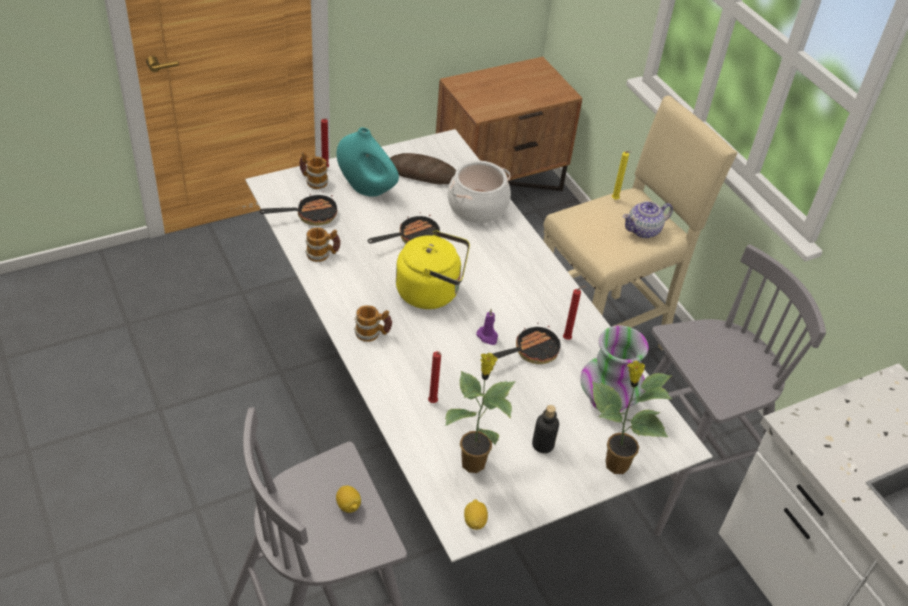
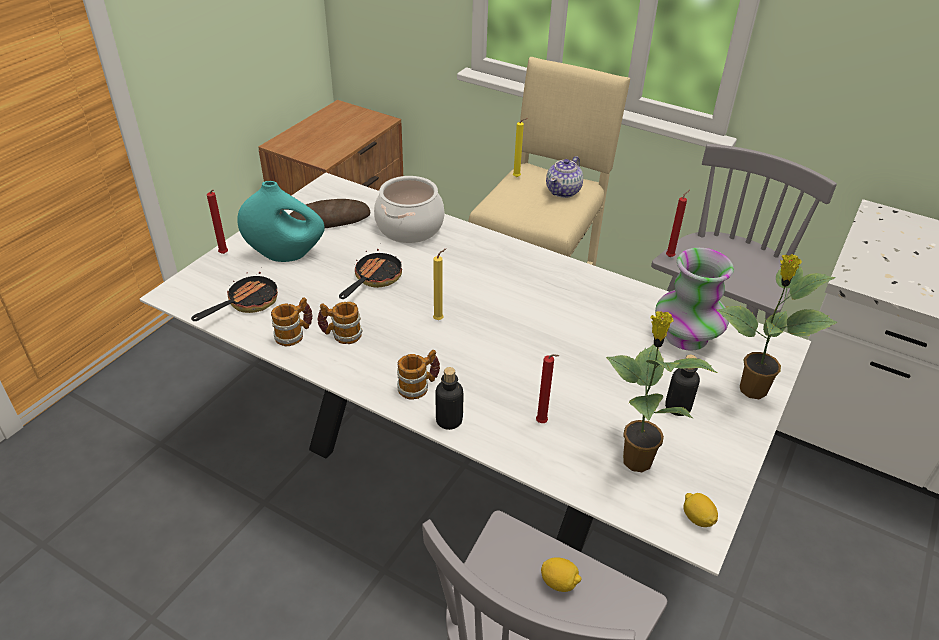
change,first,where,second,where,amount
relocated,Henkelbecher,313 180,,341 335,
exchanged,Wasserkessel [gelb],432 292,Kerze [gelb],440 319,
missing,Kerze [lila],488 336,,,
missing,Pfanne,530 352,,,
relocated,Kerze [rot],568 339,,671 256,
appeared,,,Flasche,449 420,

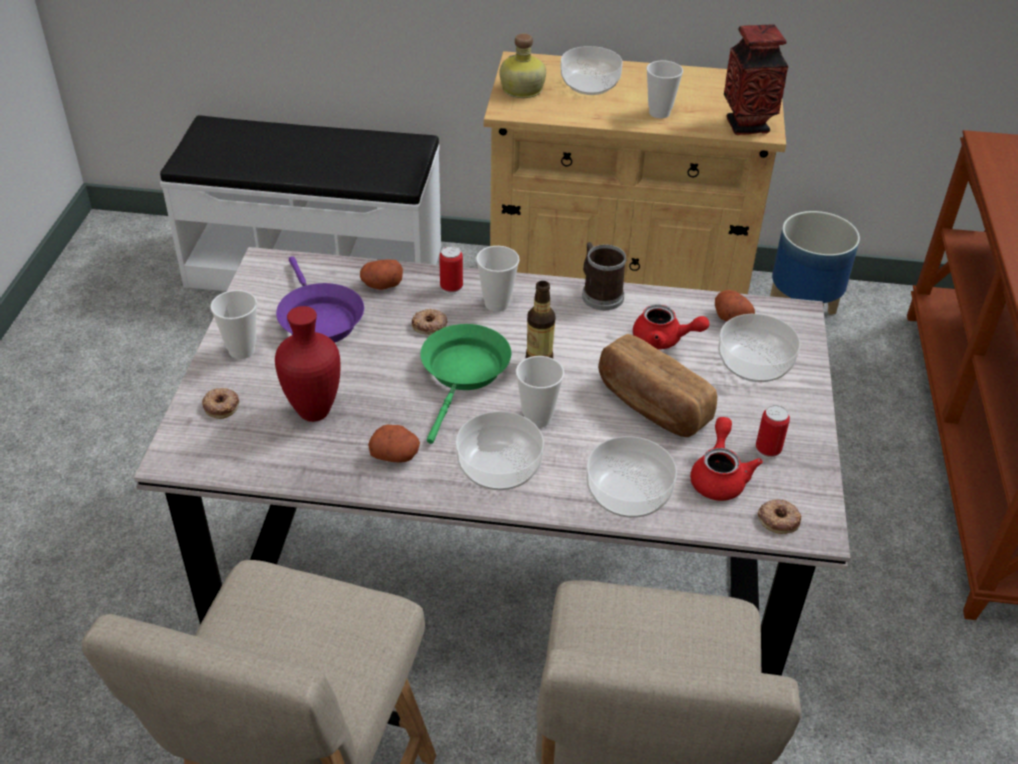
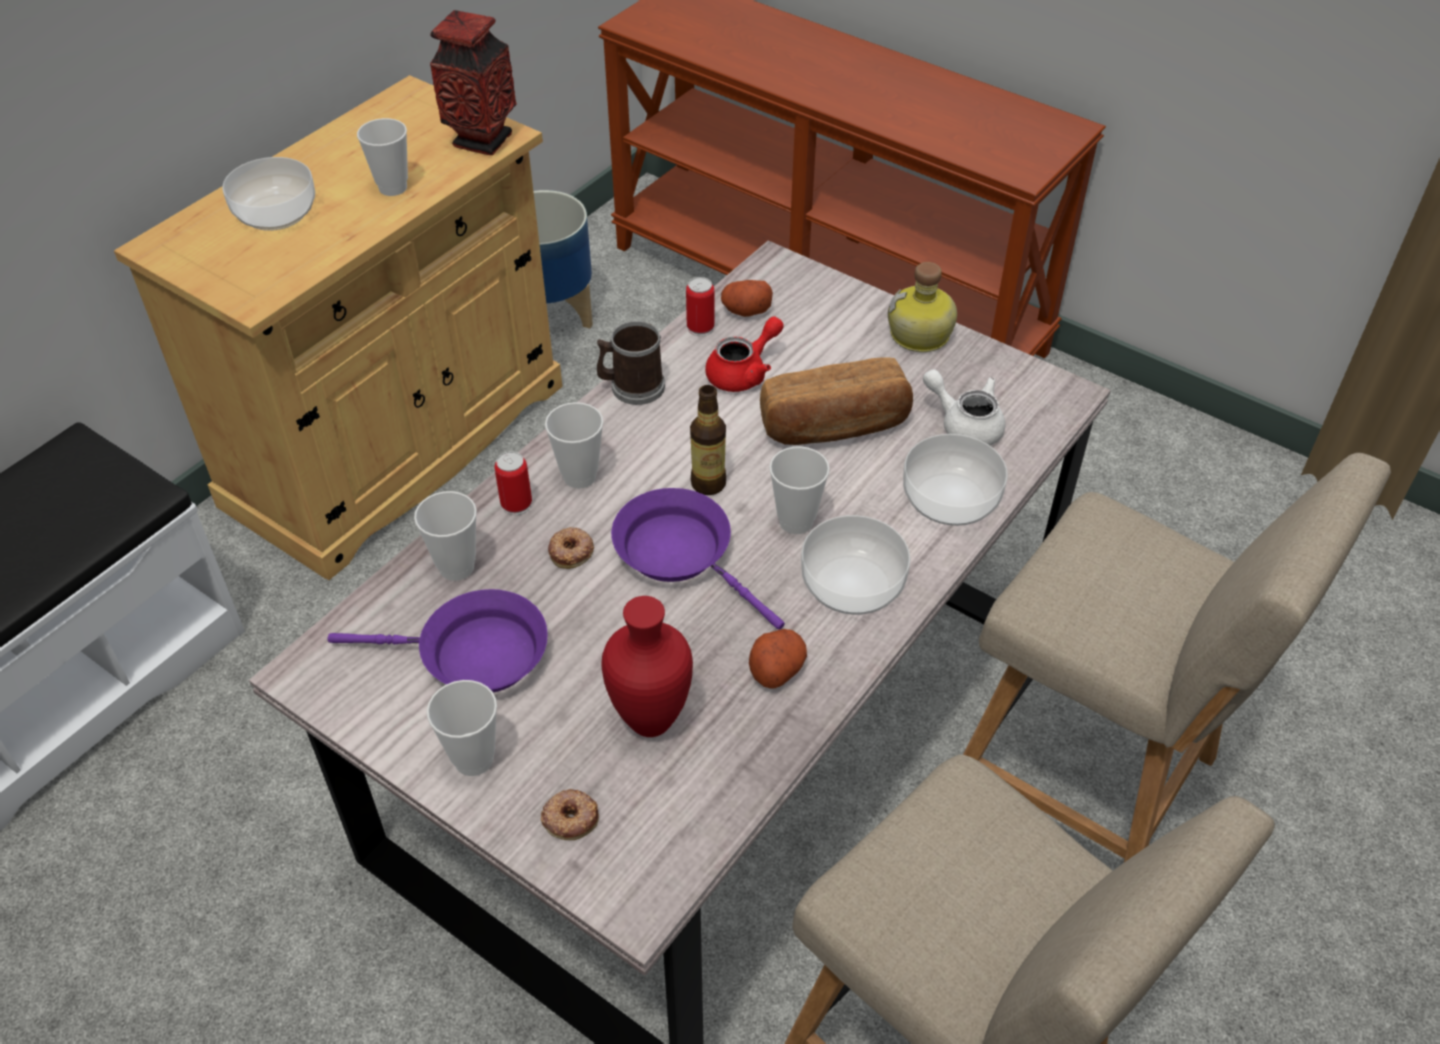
change,first,where,second,where,amount
exchanged,Kartoffel,381 285,Tasse,456 567,
colour,Pfanne [grün],464 374,Pfanne [lila],681 554,
relocated,Flasche,521 90,,920 336,
colour,Teekanne [rot],719 476,Teekanne [weiß],965 424,
missing,Schüssel,755 364,,,
relocated,Dose,768 449,,700 327,
missing,Donut,778 519,,,

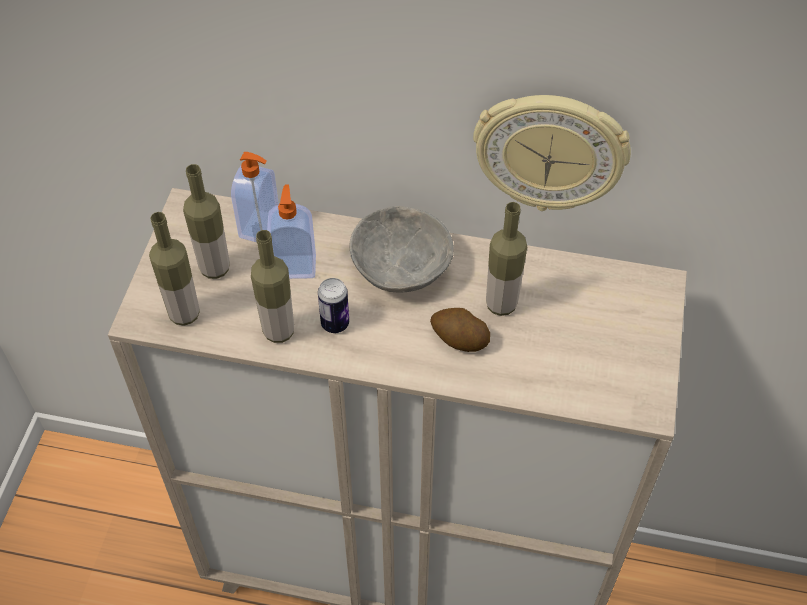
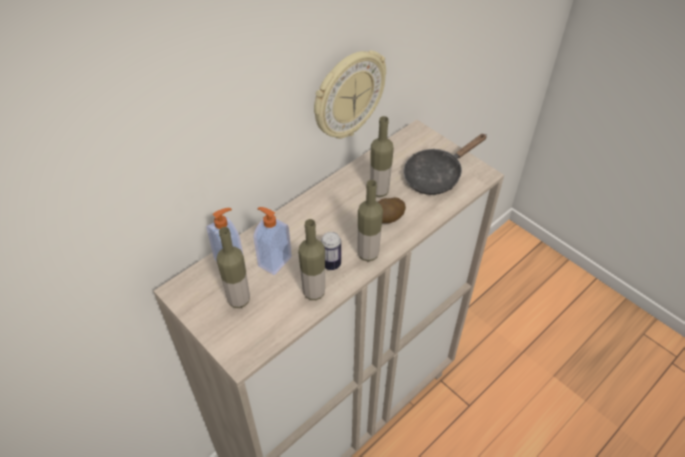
change,first,where,second,where,amount
relocated,Flasche,184 314,,368 254,
missing,Schüssel [grau],399 267,,,
appeared,,,Pfanne [schwarz],436 175,

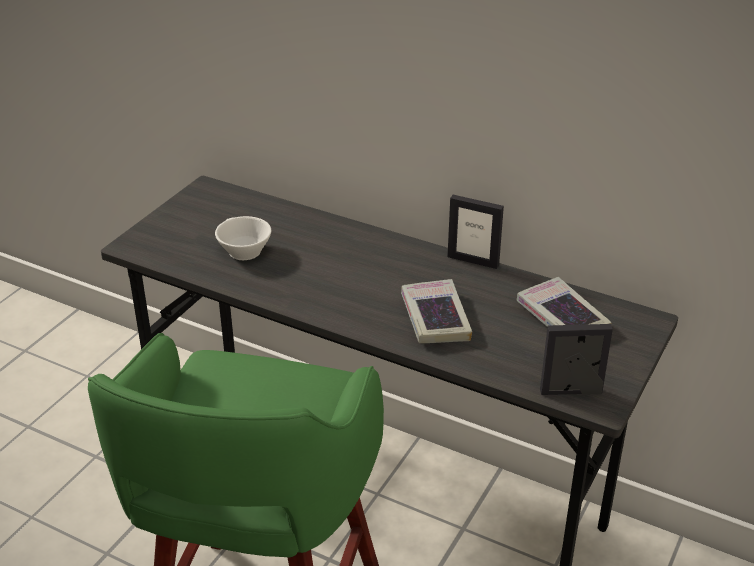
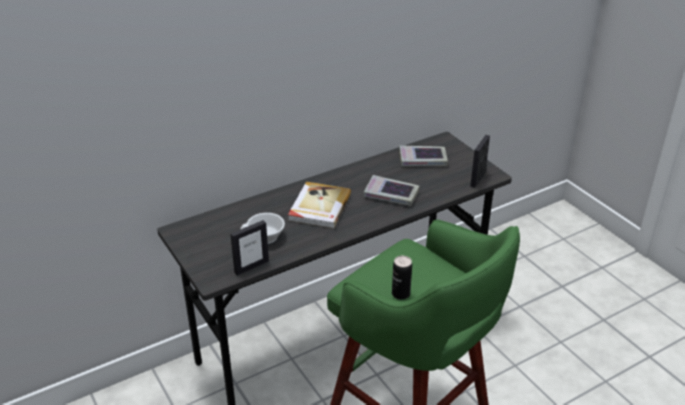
change,first,where,second,where,amount
relocated,Bilderrahmen,473 260,,251 266,
appeared,,,Buch,318 207,
appeared,,,Dose,401 294,

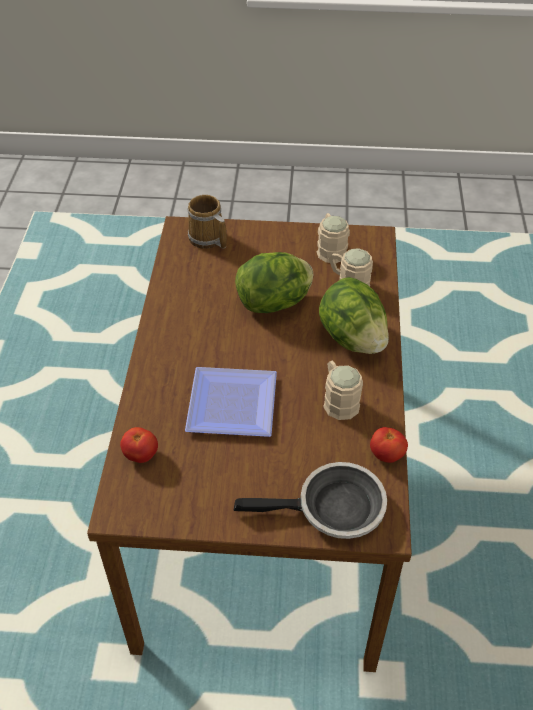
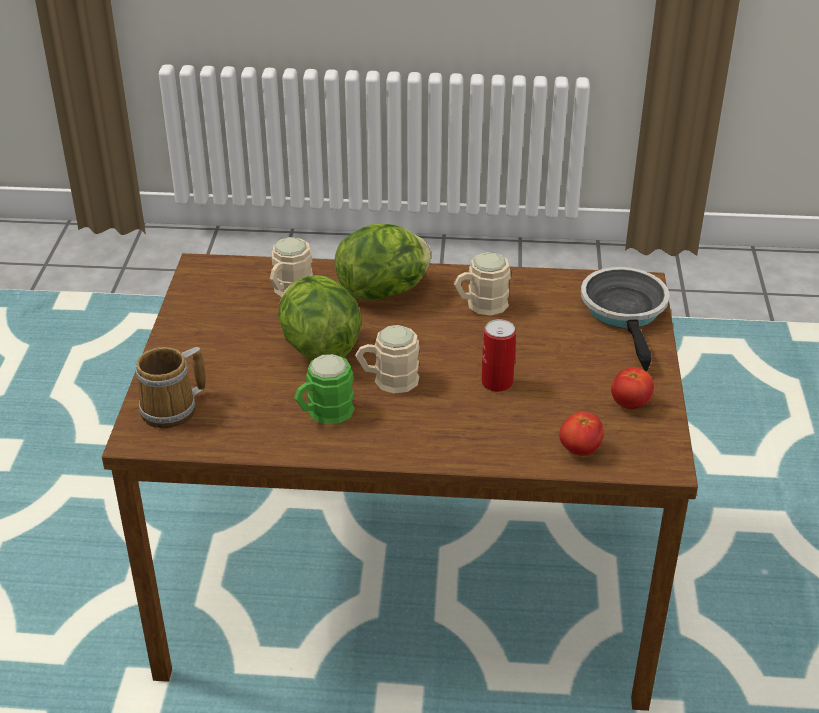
change,first,where,second,where,amount
exchanged,Teller,229 406,Dose,497 382,
relocated,Henkelbecher [beige],330 249,,388 380,
relocated,Tomate,386 455,,630 403,
appeared,,,Henkelbecher [grün],323 413,

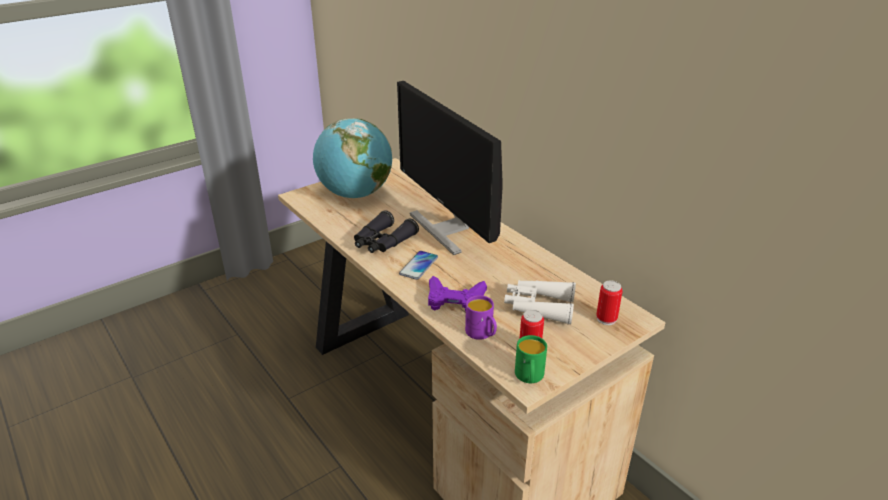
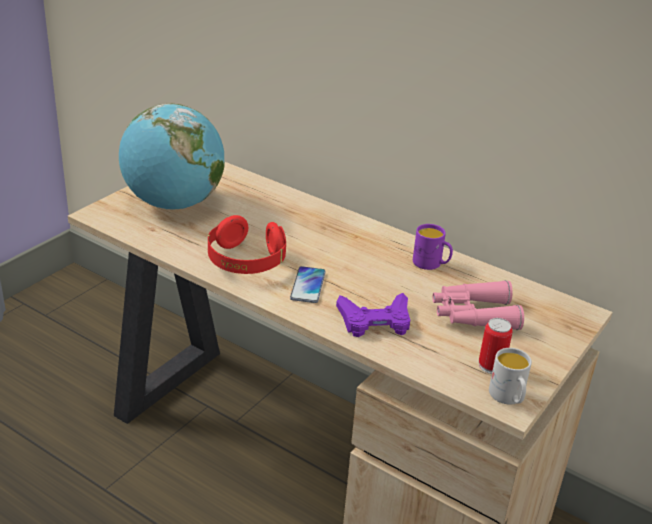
change,first,where,second,where,amount
exchanged,Fernglas [schwarz],383 242,Kopfhörer [rot],246 261,
missing,Monitor,446 228,,,
relocated,Henkelbecher [lila],482 334,,431 264,
colour,Fernglas [weiß],538 307,Fernglas [rosa],473 315,
colour,Henkelbecher [grün],529 377,Henkelbecher [weiß],508 398,
missing,Dose,606 319,,,

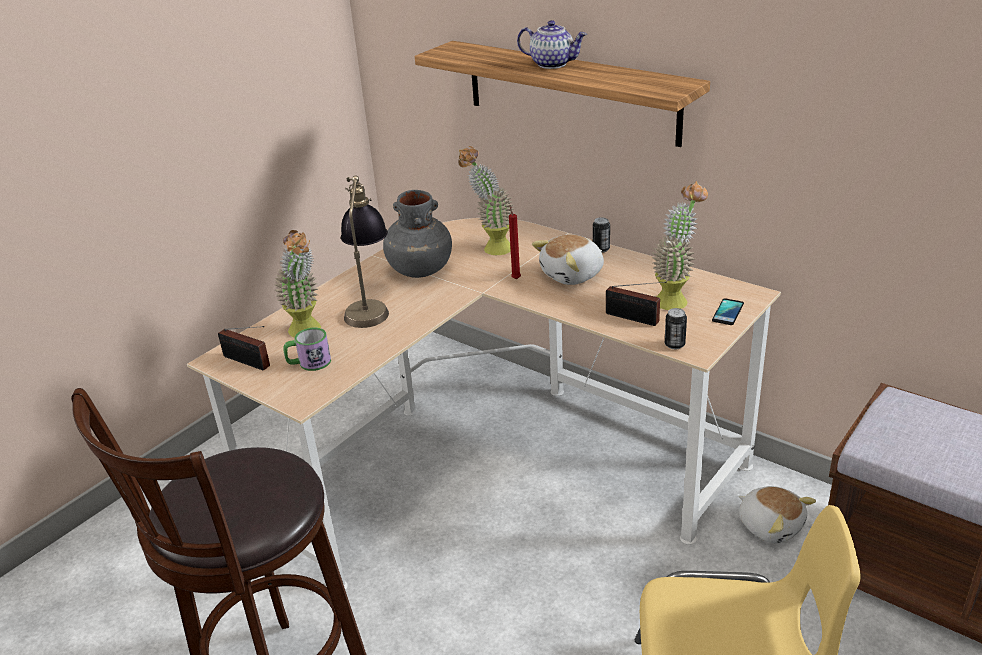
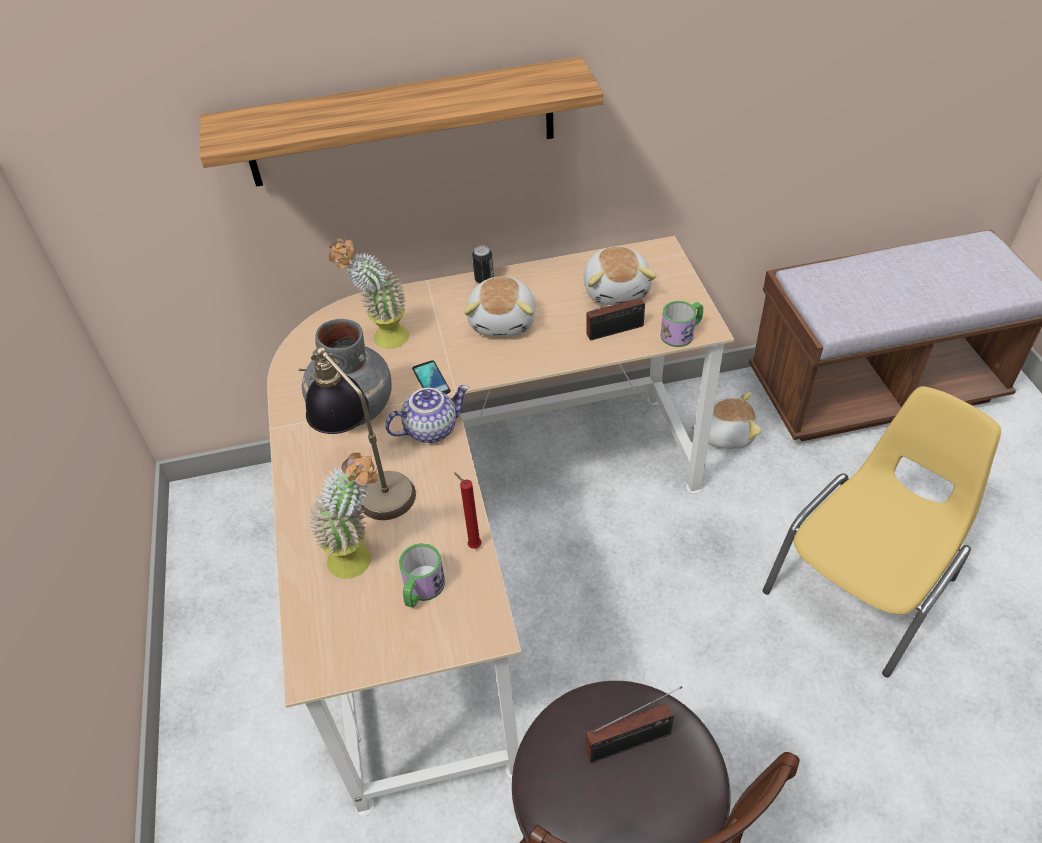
change,first,where,second,where,amount
relocated,Radio,248 362,,633 741,
relocated,Kerze [rot],516 278,,473 545,
relocated,Teekanne,553 64,,431 428,
exchanged,Topfpflanze,676 298,Plüschtier,617 290,
exchanged,Dose,674 345,Henkelbecher,682 333,
relocated,Handy,728 312,,431 380,

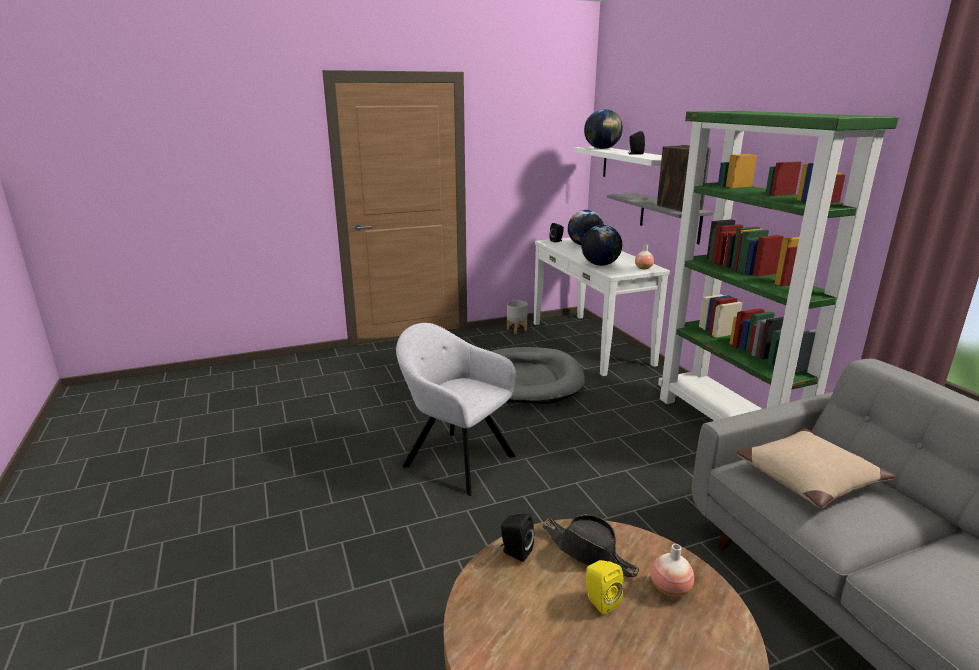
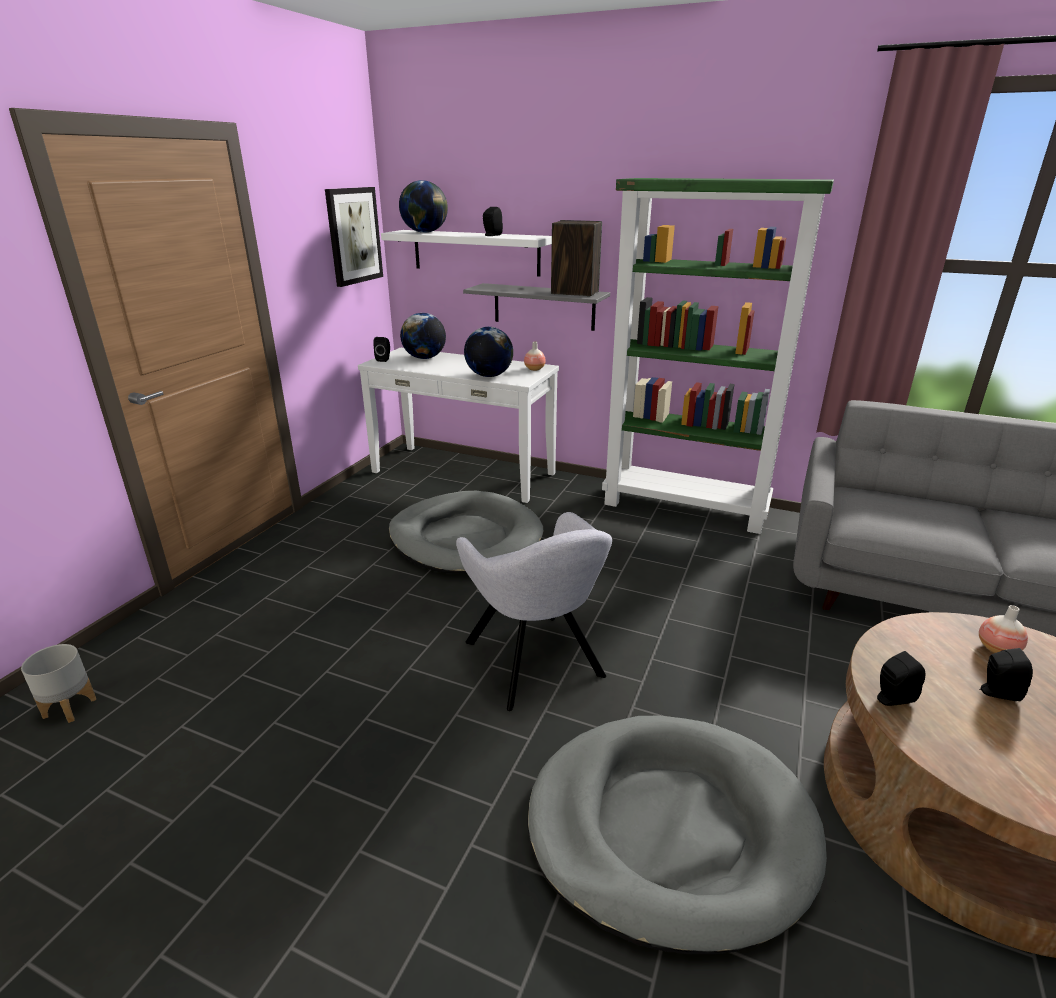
change,first,where,second,where,amount
spun,Sessel [grau],455 459,,536 662,105 degrees counterclockwise
relocated,Pflanzkübel [grau],517 330,,70 707,
missing,Hut [schwarz],588 553,,,
colour,Lautsprecher [gelb],599 601,Lautsprecher [schwarz],996 692,
missing,Kissen [beige],808 477,,,
appeared,,,Bild,353 236,
appeared,,,Hundebett [grau],669 829,

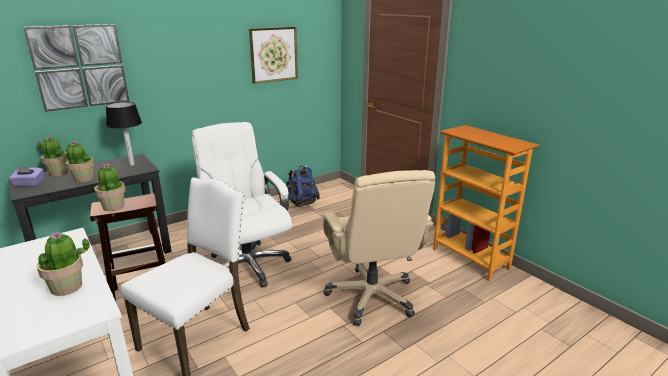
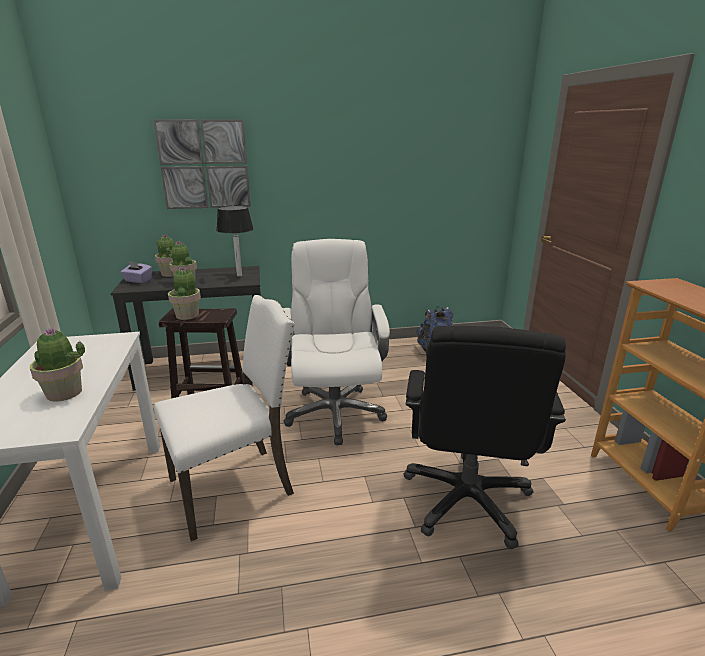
change,first,where,second,where,amount
missing,Bild,273 54,,,
colour,Bürostuhl [beige],372 297,Bürostuhl [schwarz],467 500,

